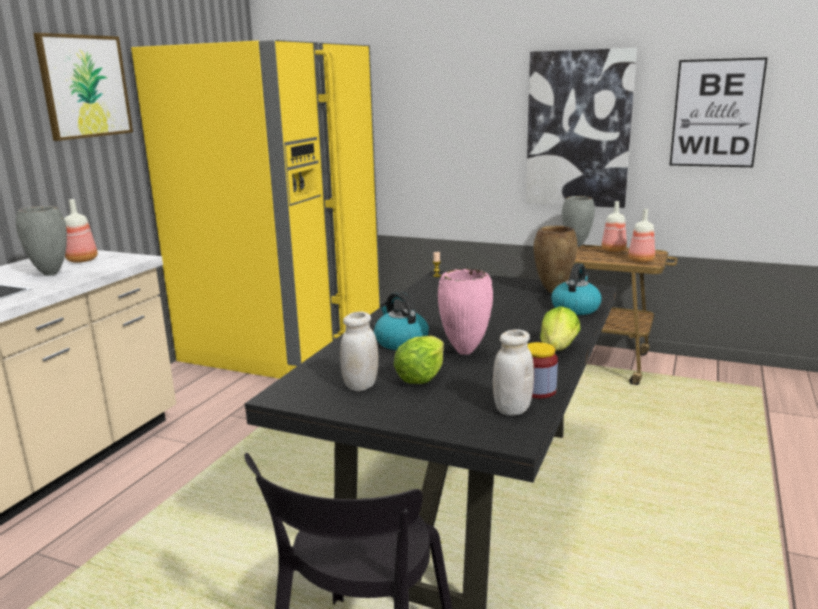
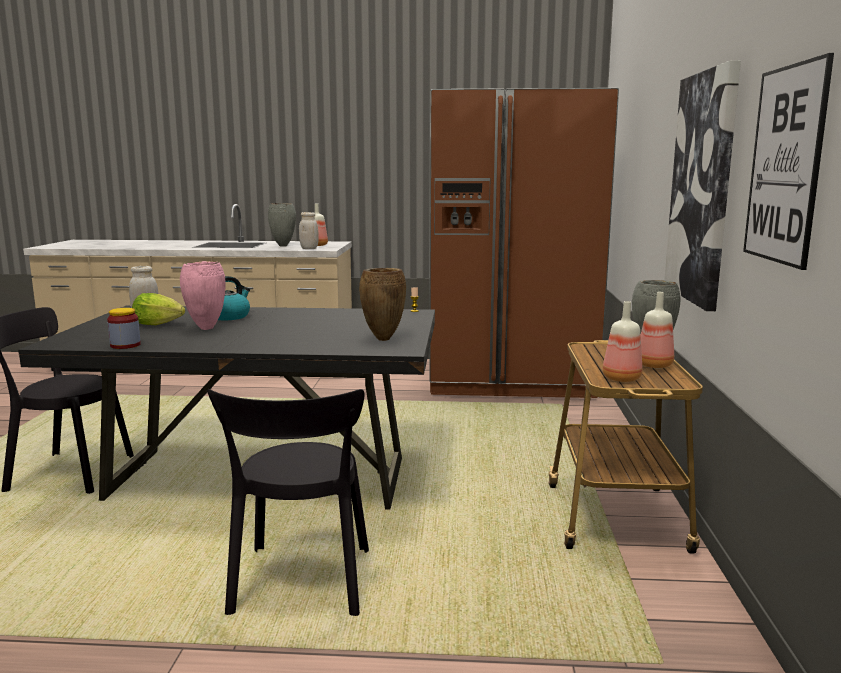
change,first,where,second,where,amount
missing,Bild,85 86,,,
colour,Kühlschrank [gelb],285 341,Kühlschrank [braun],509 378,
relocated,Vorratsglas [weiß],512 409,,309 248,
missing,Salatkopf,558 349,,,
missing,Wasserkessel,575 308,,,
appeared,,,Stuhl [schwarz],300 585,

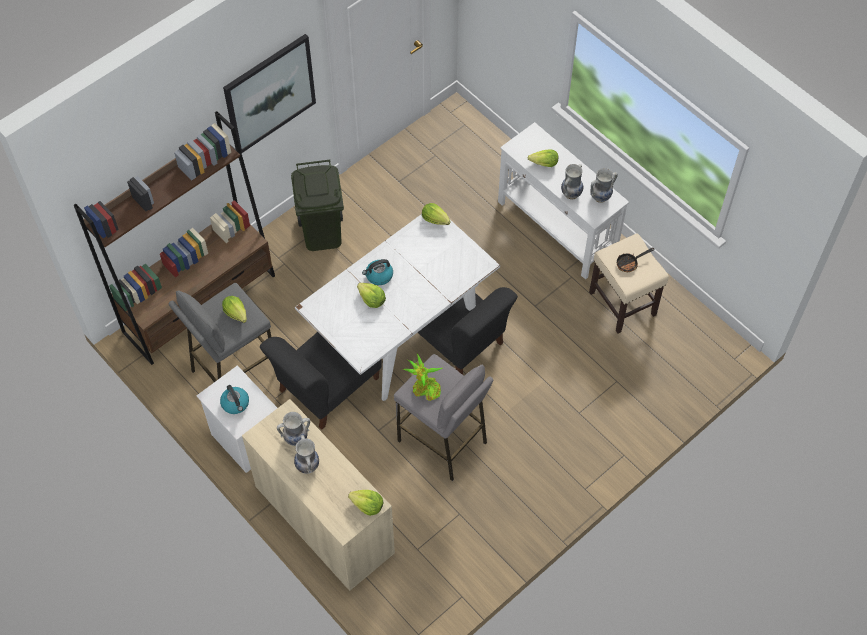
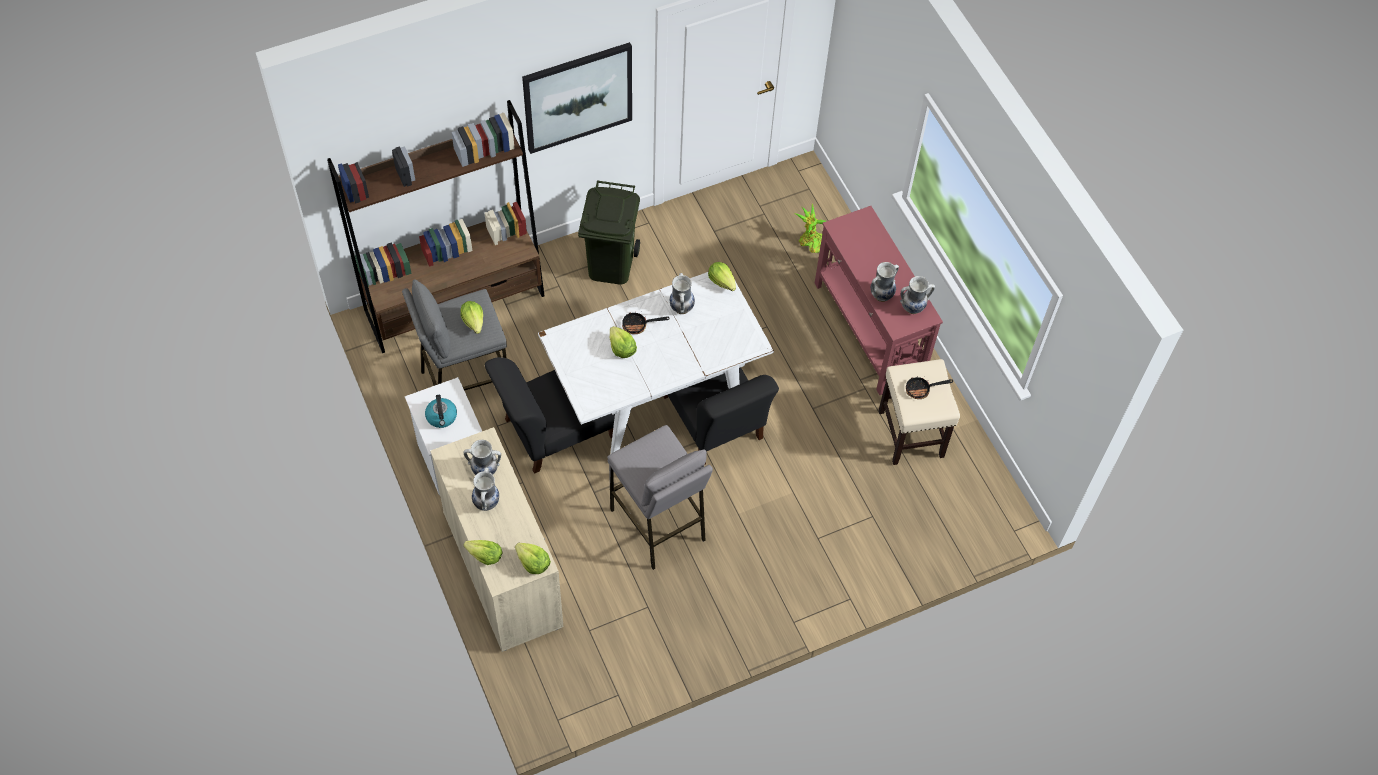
change,first,where,second,where,amount
exchanged,Wasserkessel,379 276,Pfanne,638 325,
relocated,Topfpflanze,424 389,,810 242,
colour,Konsolentisch [weiß],556 228,Konsolentisch [rot],868 330,
relocated,Salatkopf,544 163,,484 556,
appeared,,,Vase,681 307,

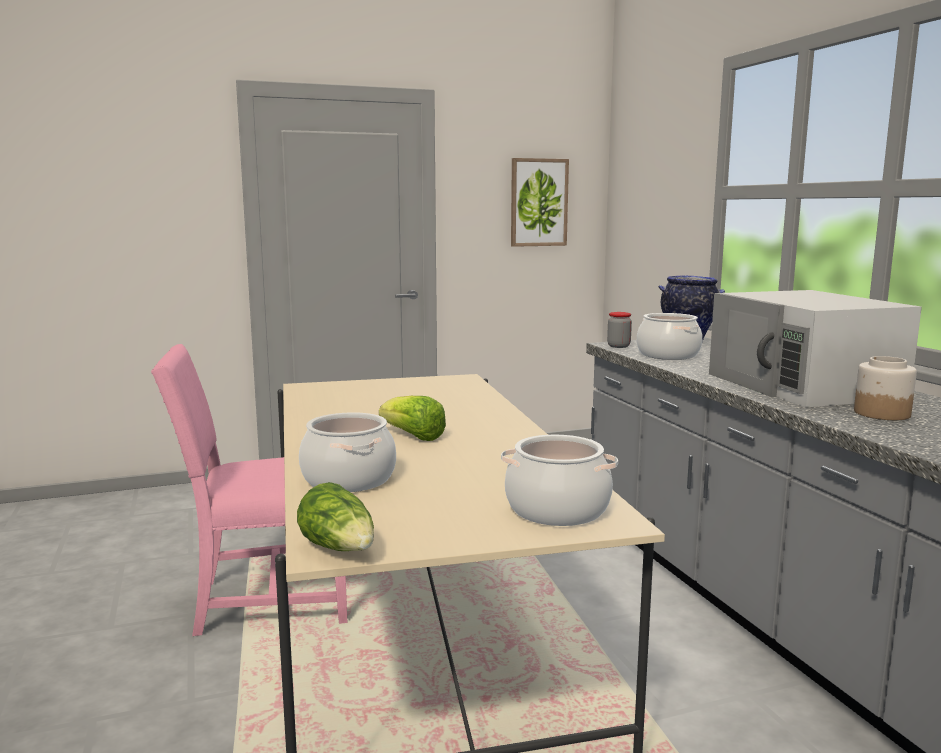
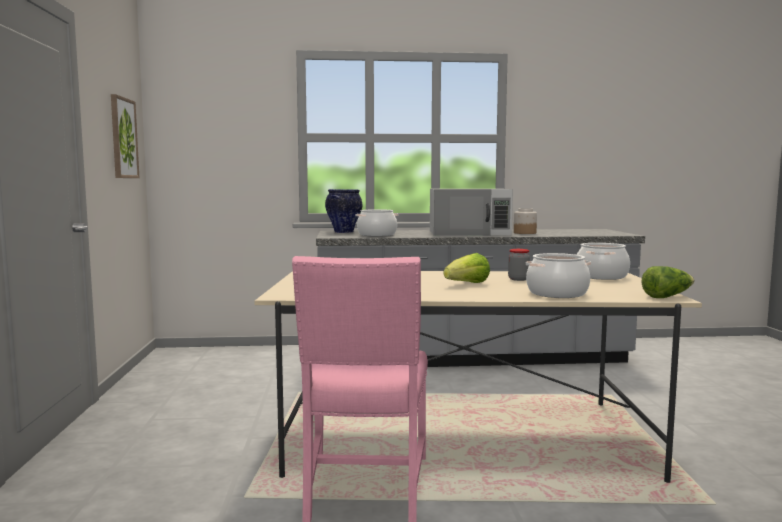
change,first,where,second,where,amount
relocated,Vorratsglas,618 346,,518 279,

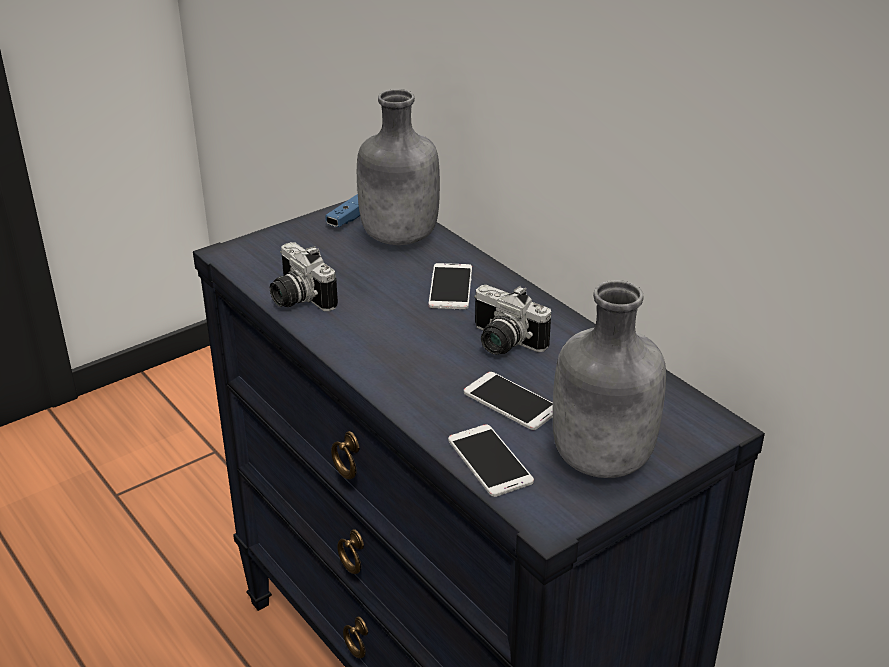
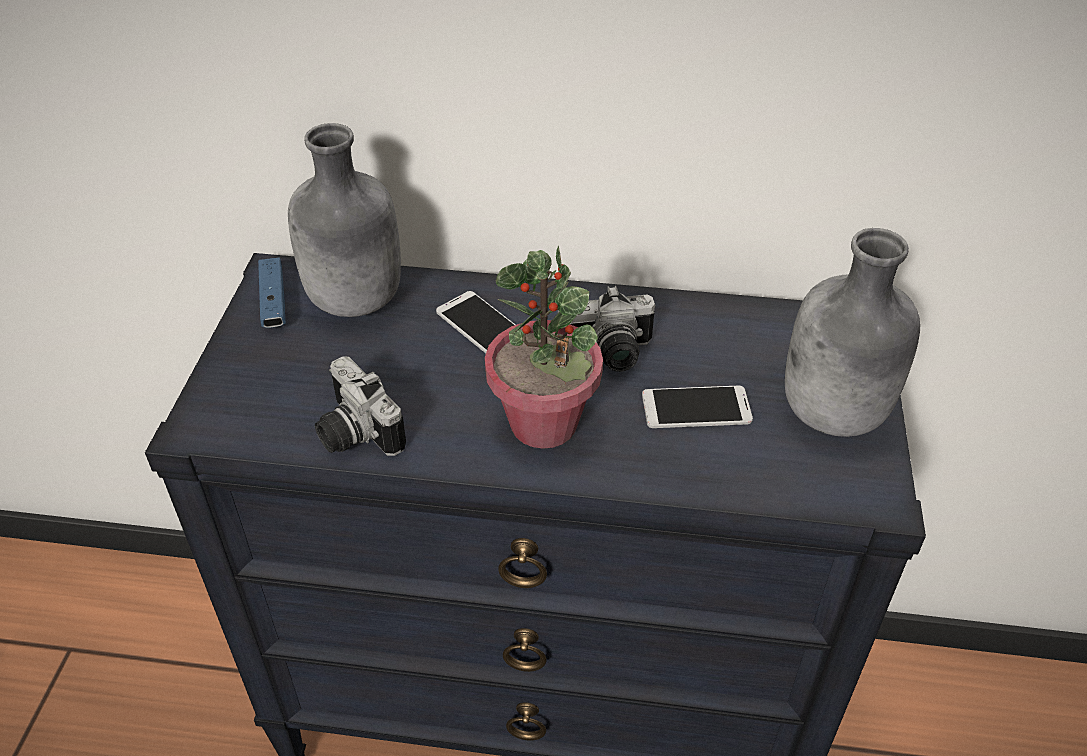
change,first,where,second,where,amount
spun,Kamera,297 299,,353 433,45 degrees clockwise
missing,Handy,490 461,,,
appeared,,,Topfpflanze,544 424,

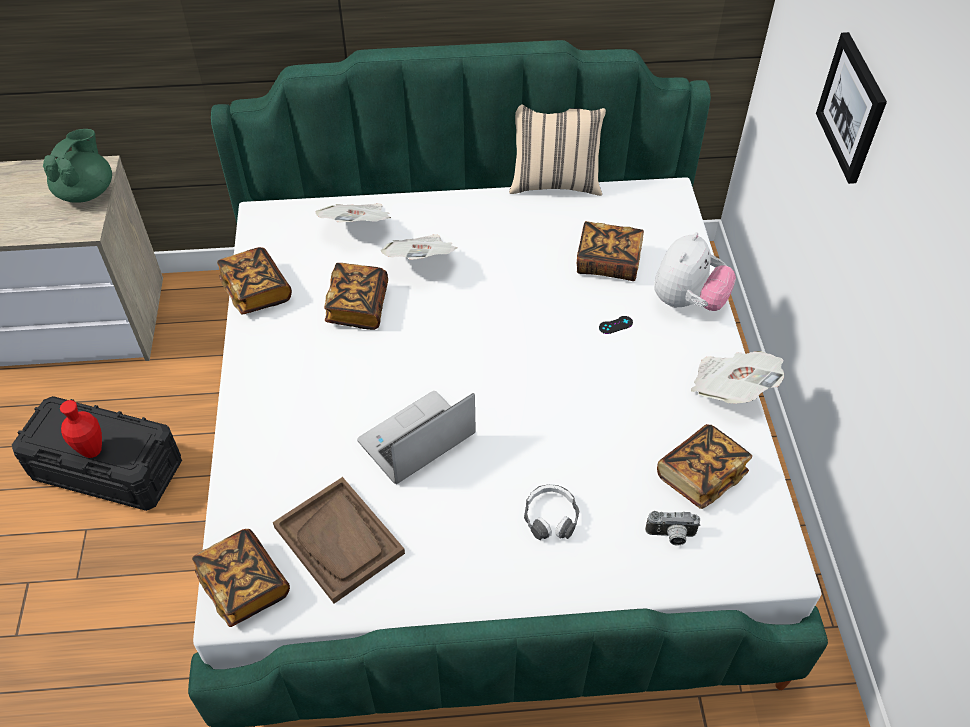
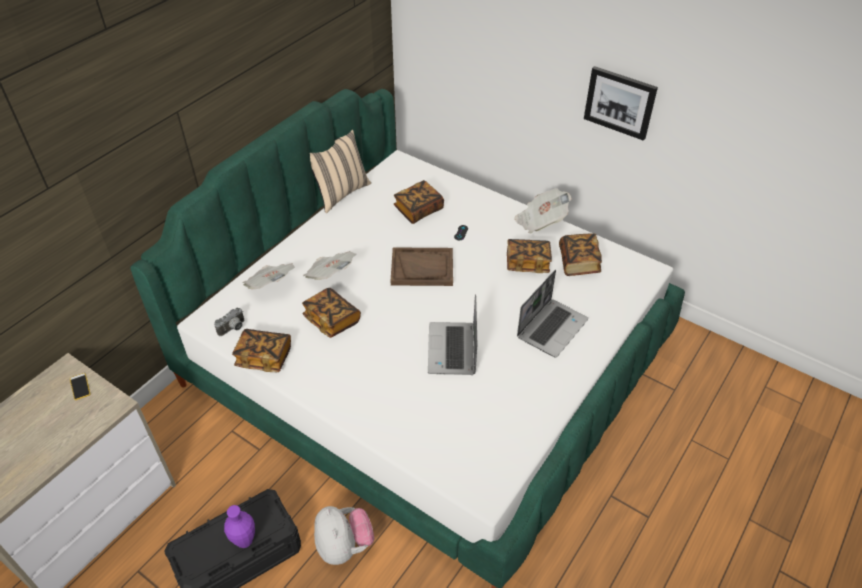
change,first,where,second,where,amount
exchanged,Teekanne [grün],87 191,Handy,80 386,
colour,Vase [rot],92 450,Vase [lila],244 541,
relocated,Buch,244 586,,527 263,
relocated,Tablett [braun],339 540,,422 268,
exchanged,Kopfhörer,550 517,Laptop,552 328,
relocated,Kamera,671 536,,233 329,
relocated,Plüschtier,687 301,,344 546,
relocated,Bild,852 107,,620 102,

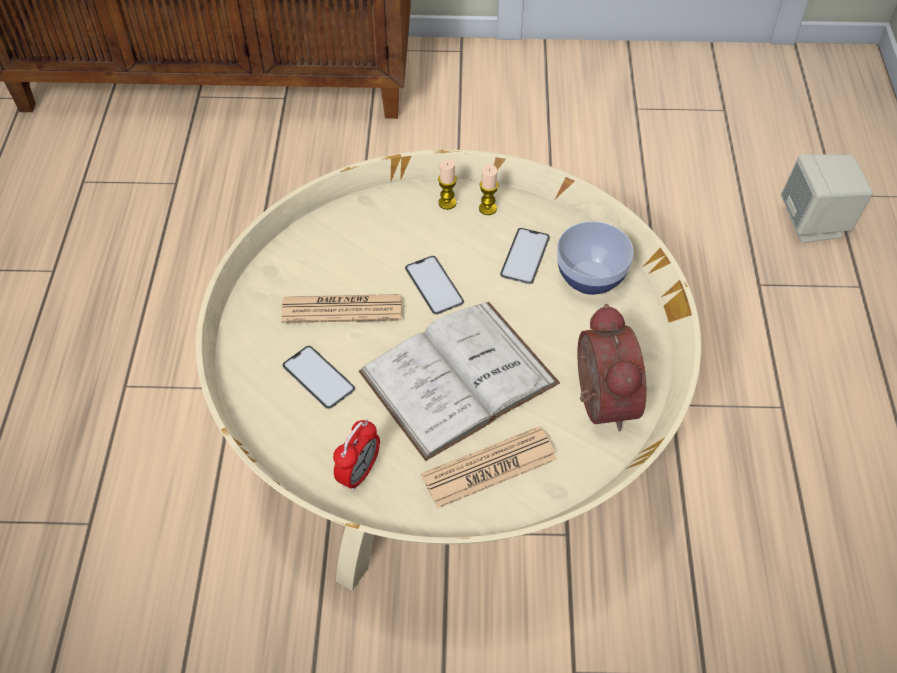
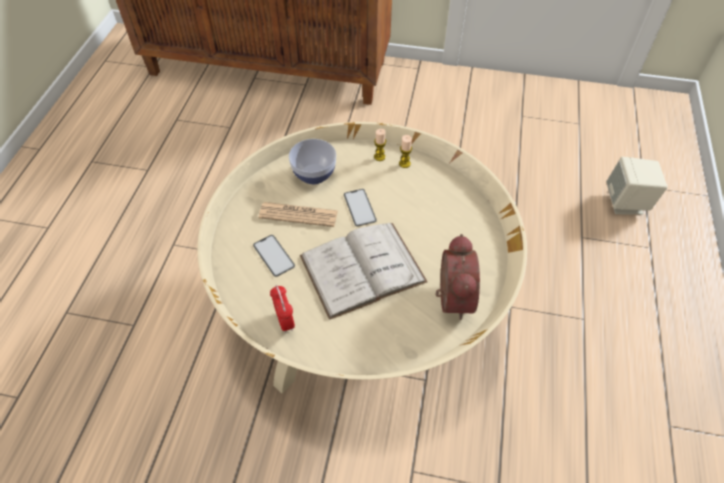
change,first,where,second,where,amount
spun,Wecker,359 473,,285 321,60 degrees counterclockwise
missing,Zeitung,489 468,,,
missing,Handy,525 256,,,
relocated,Schüssel,590 278,,314 174,

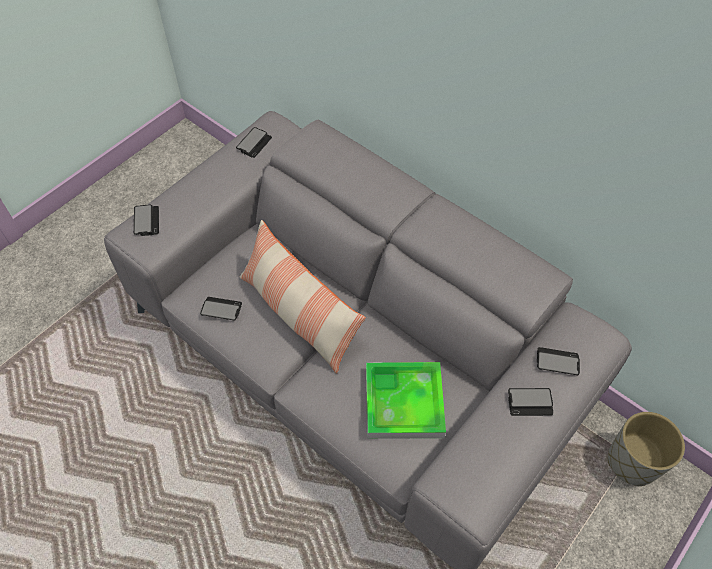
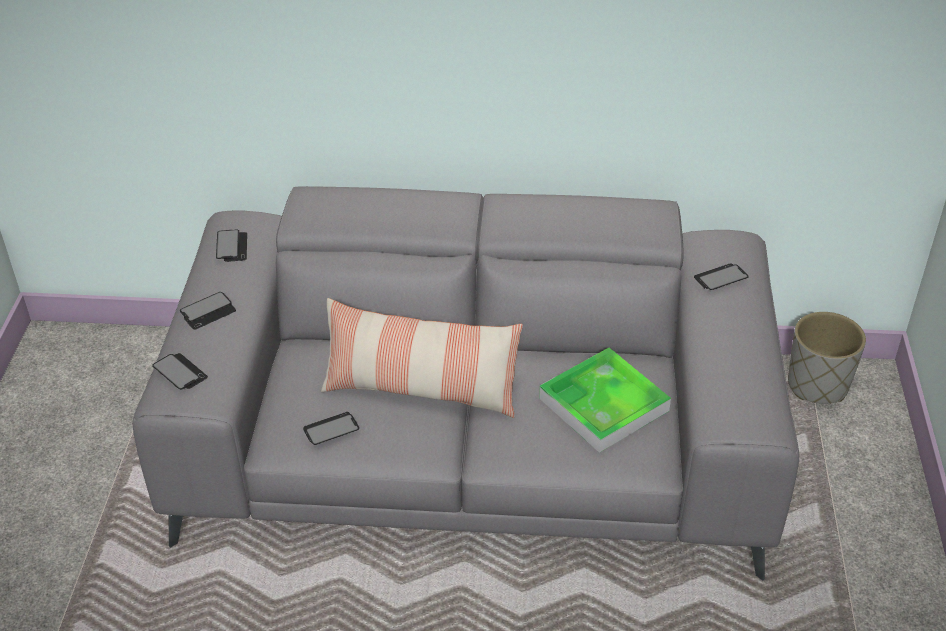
change,first,where,second,where,amount
relocated,Handy,530 402,,208 312,

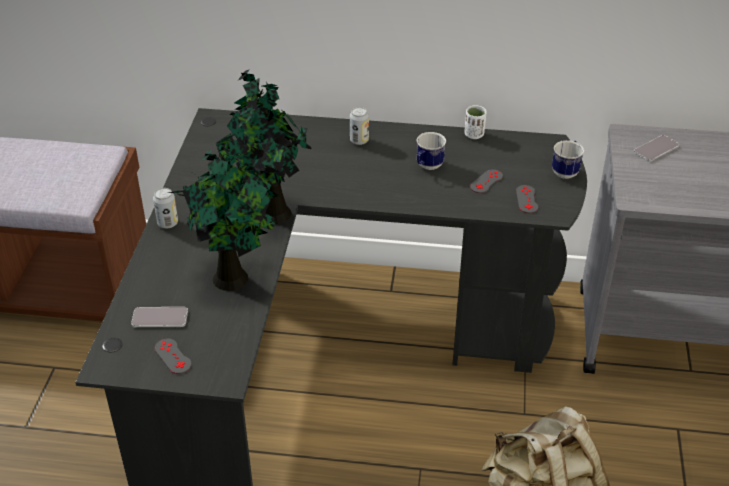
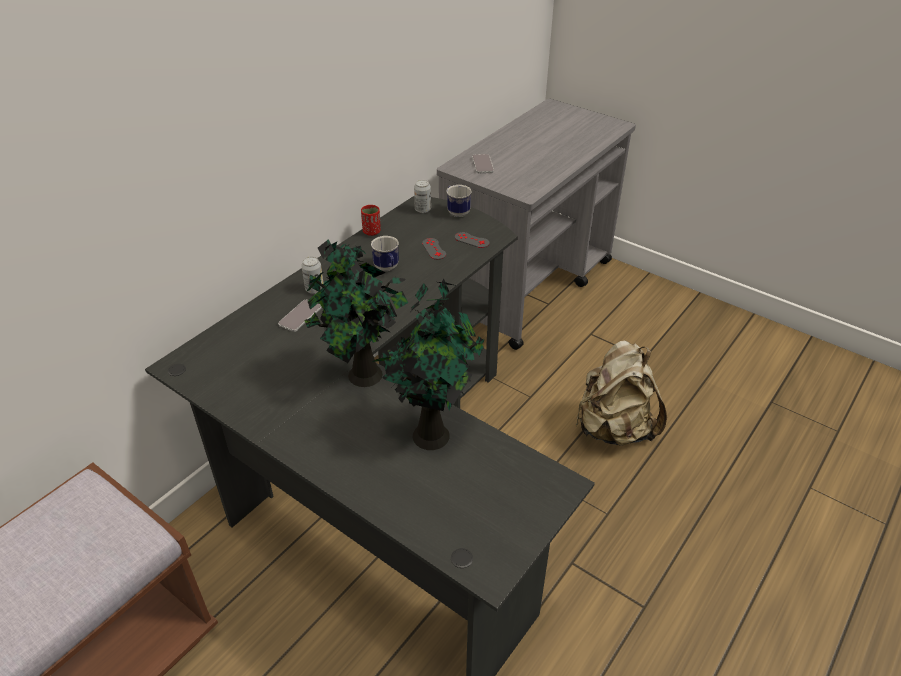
change,first,where,second,where,amount
relocated,Handy,160 318,,300 316,
relocated,Dose,168 223,,423 209,
missing,Gamepad [grau],173 356,,,
colour,Tasse [weiß],474 135,Tasse [rot],371 232,

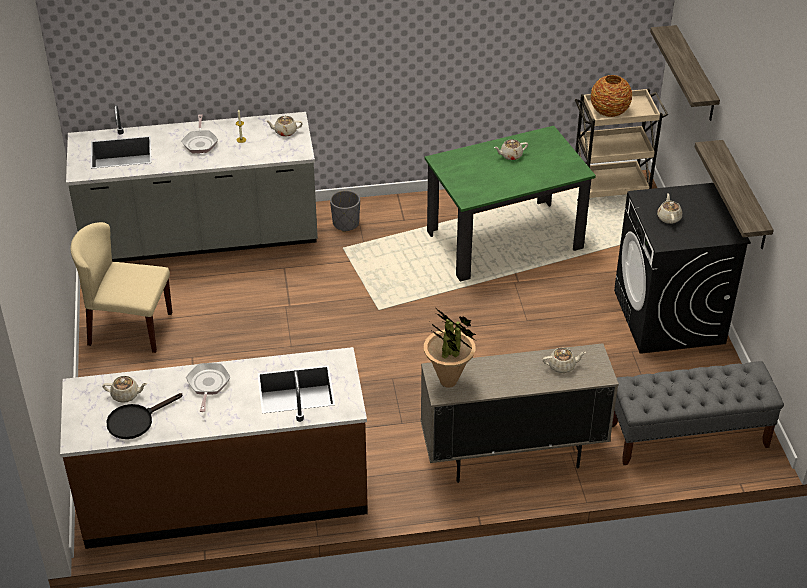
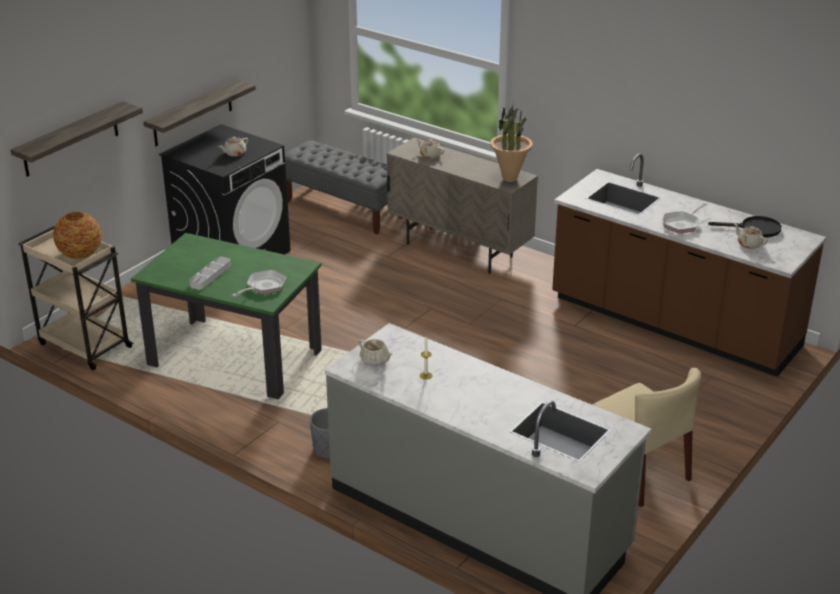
change,first,where,second,where,amount
relocated,Pfanne,200 142,,264 287,
exchanged,Teekanne [beige],510 155,Tablett [grau],210 275,

